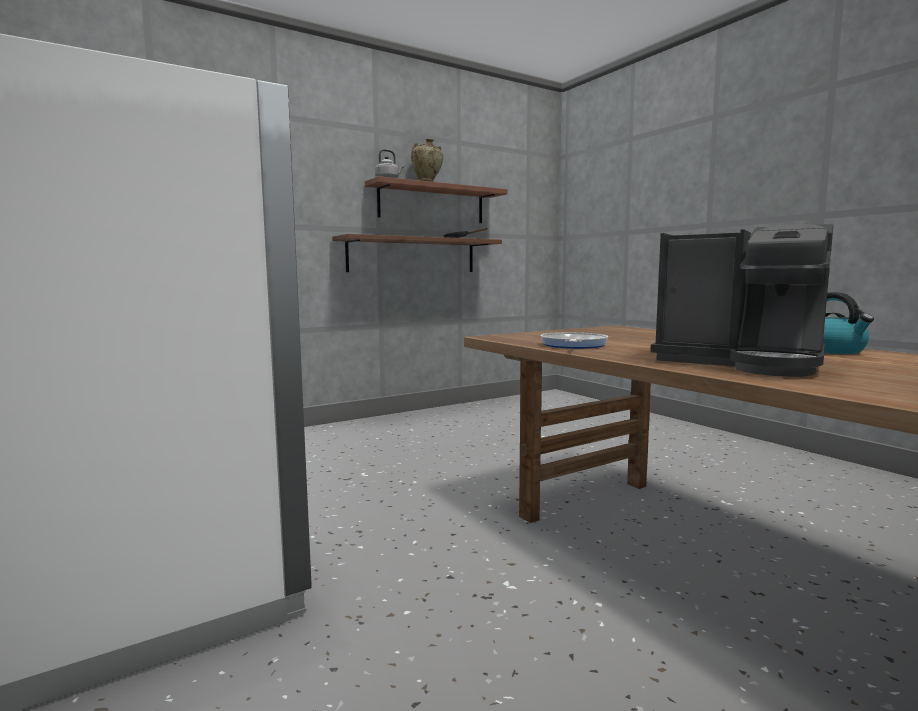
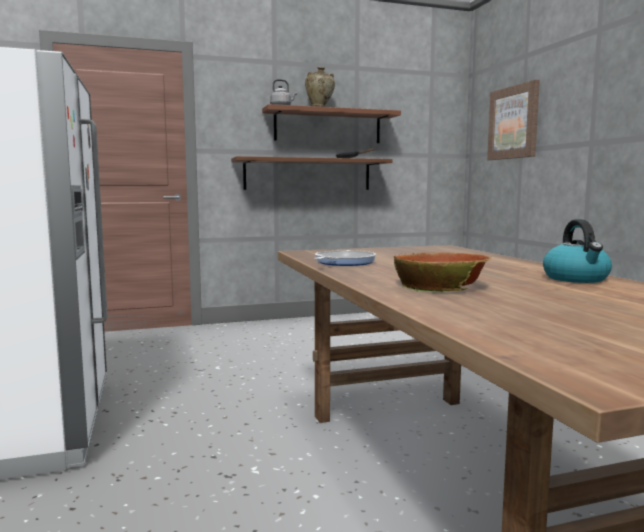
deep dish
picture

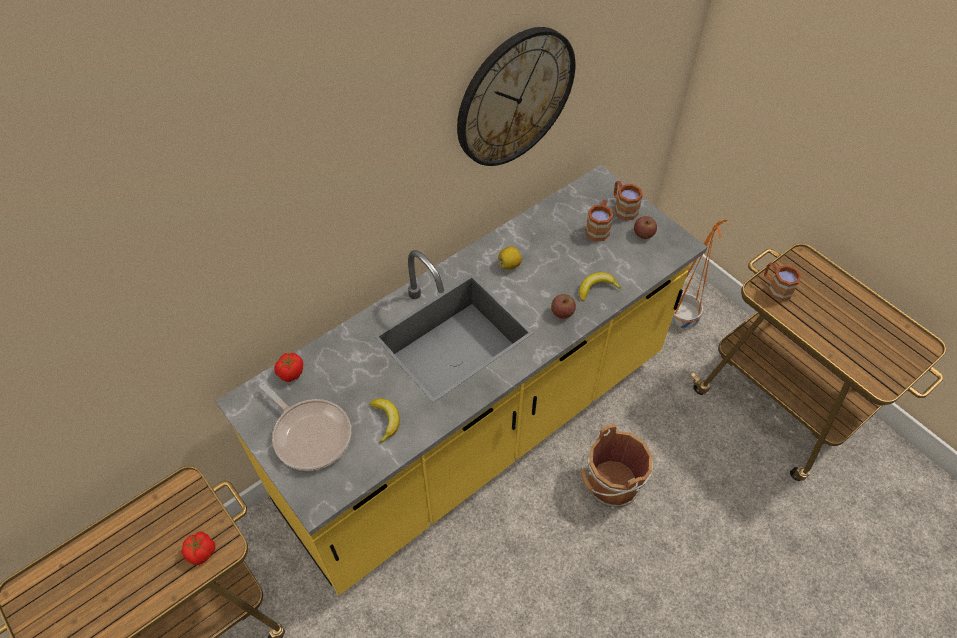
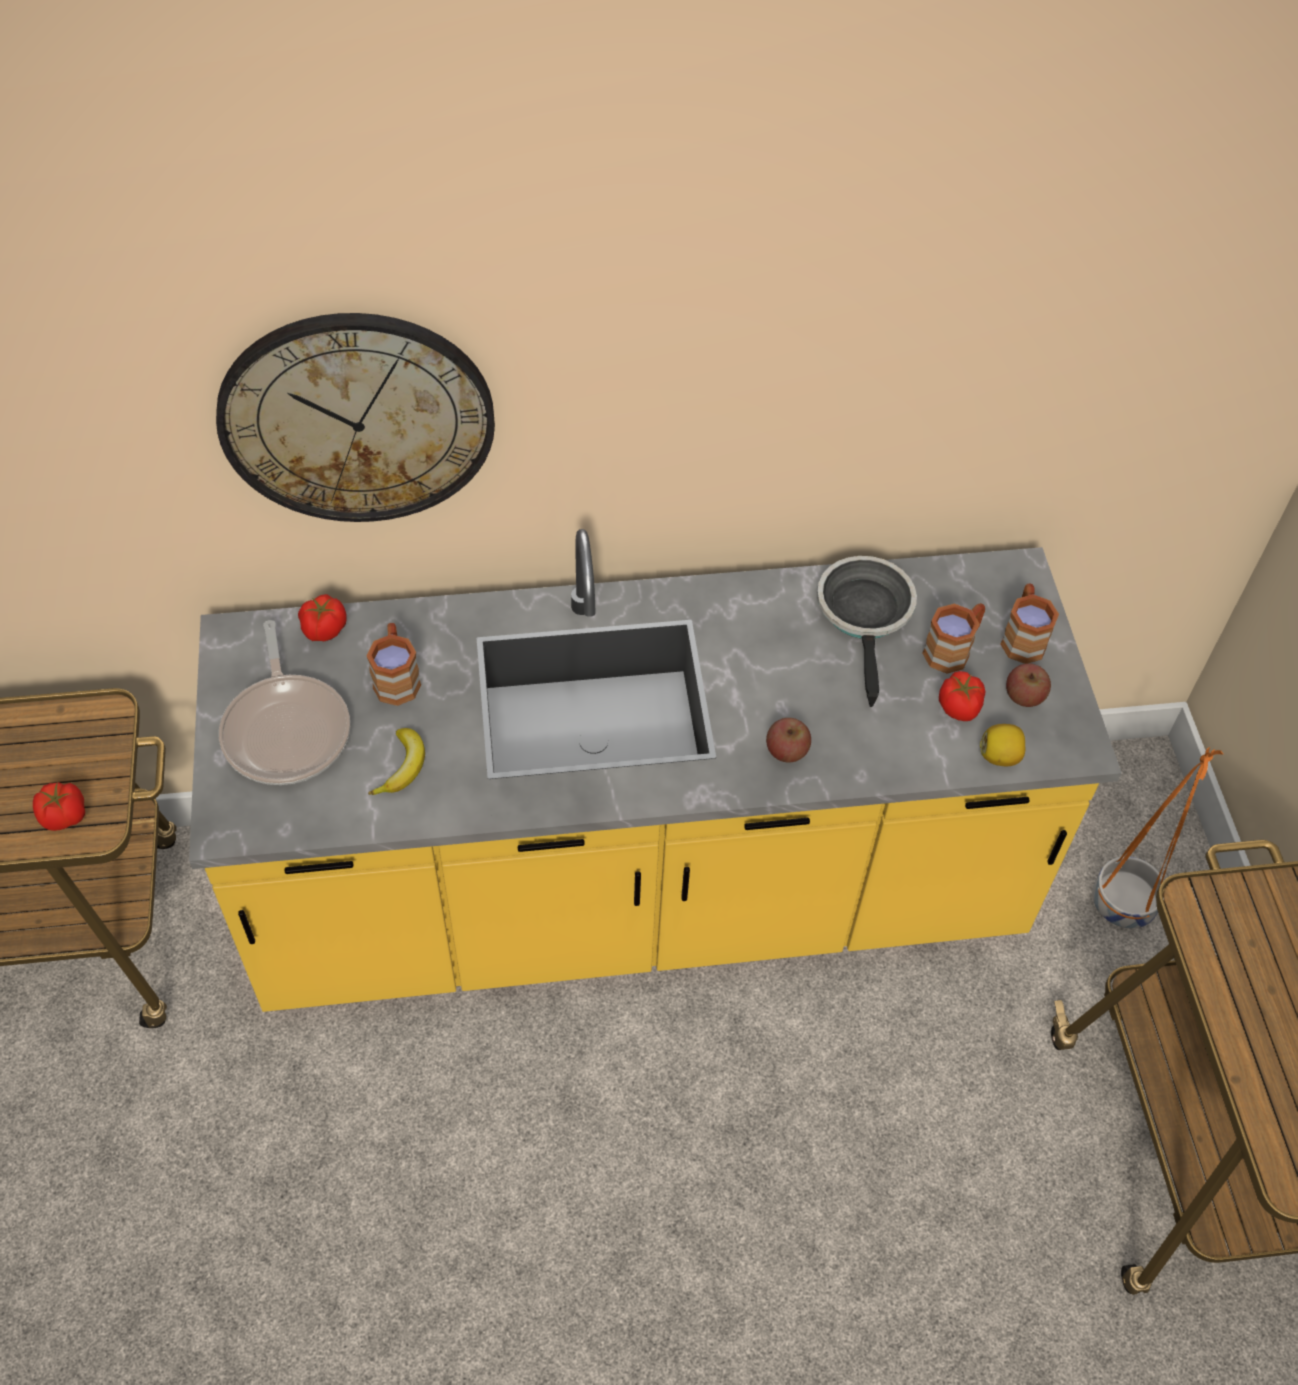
hanging clock
whole lemon
banana fruit (no. 2 from left in the first image)
bucket (brownish)
coffee mug (brownish) (no. 1 from left)
skillet (no. 2 from left)
fresh tomato (no. 3 from left)

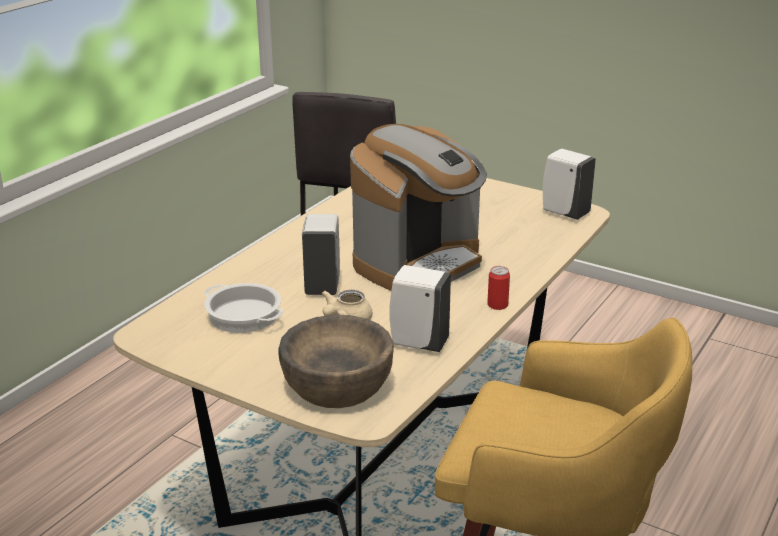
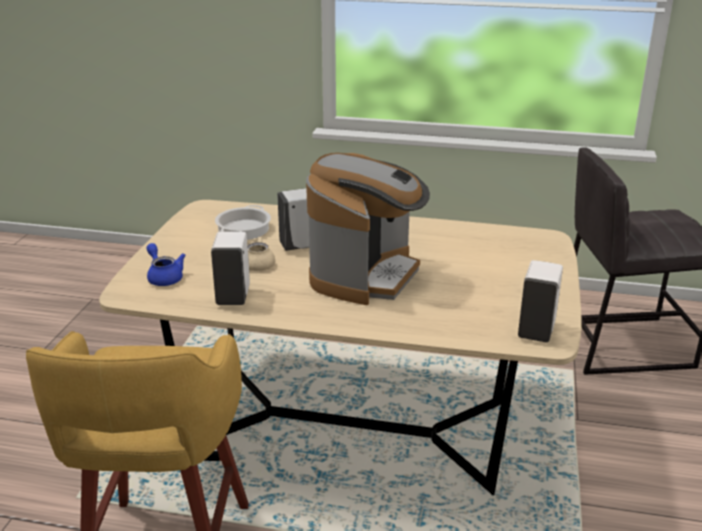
pot for tea (blue-coloured)
coffee brewer
metal can

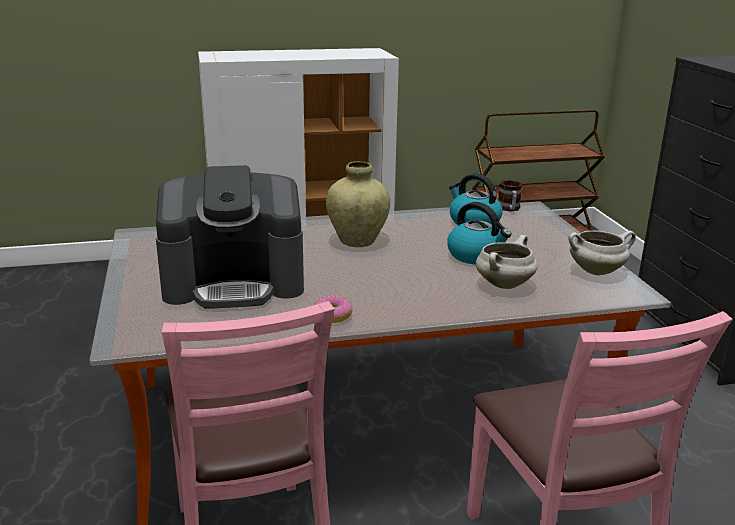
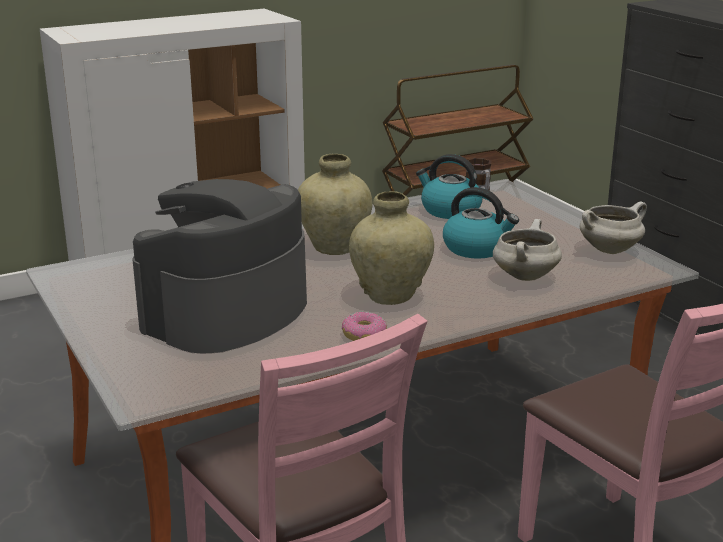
coffee brewer
flower vase (sand-coloured) (no. 2 from left)

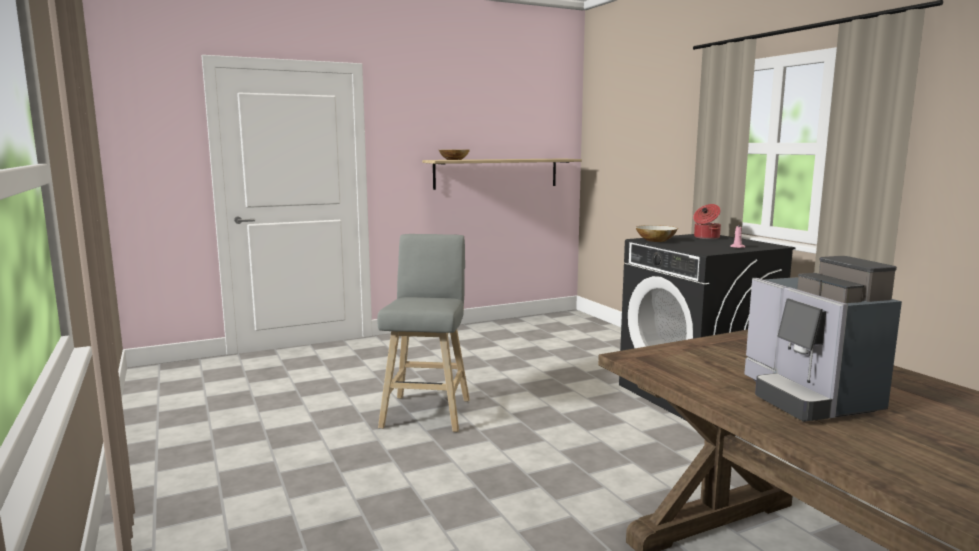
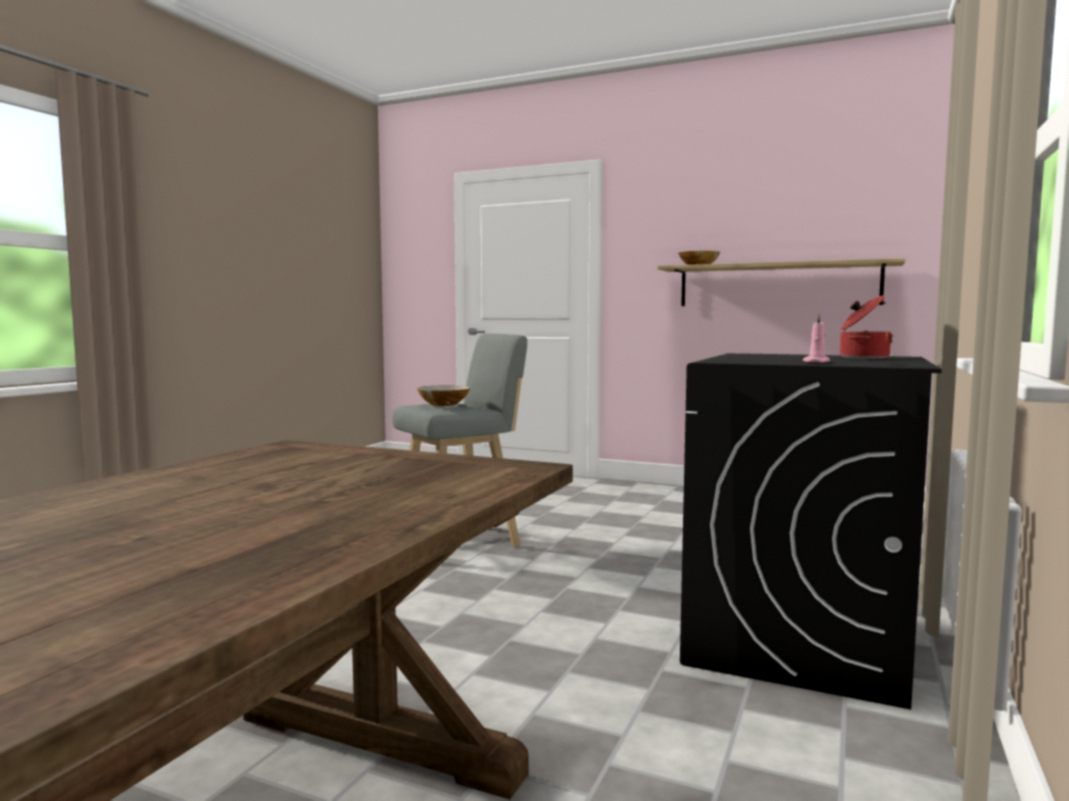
deep dish (no. 1 from left)
coffee brewer

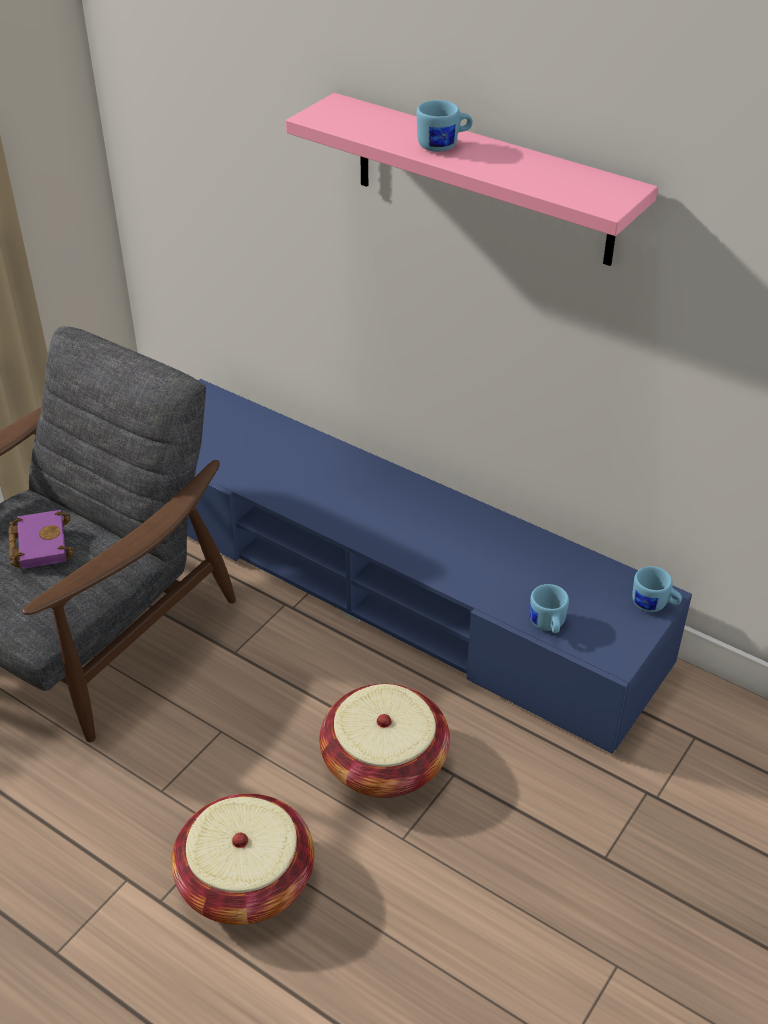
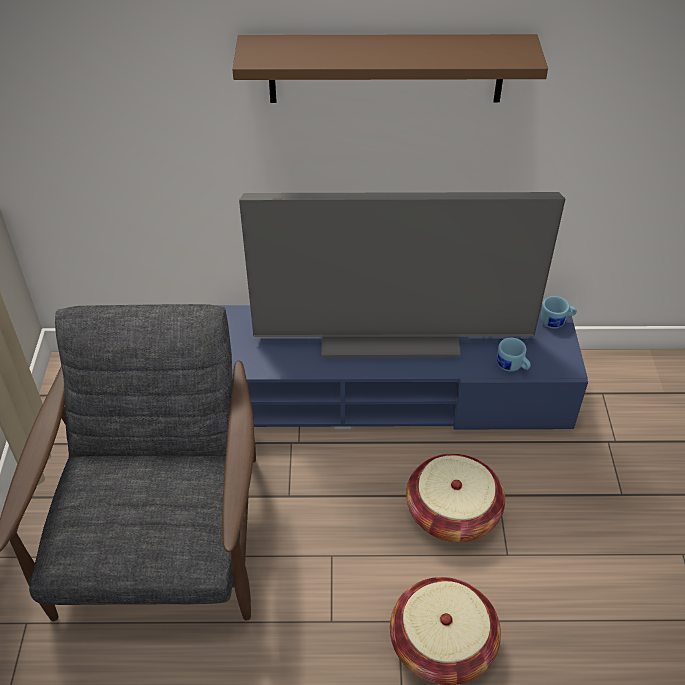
bound book (purple)
wall shelf (brownish)
coffee mug (blue-coloured) (no. 1 from left in the first image)
television

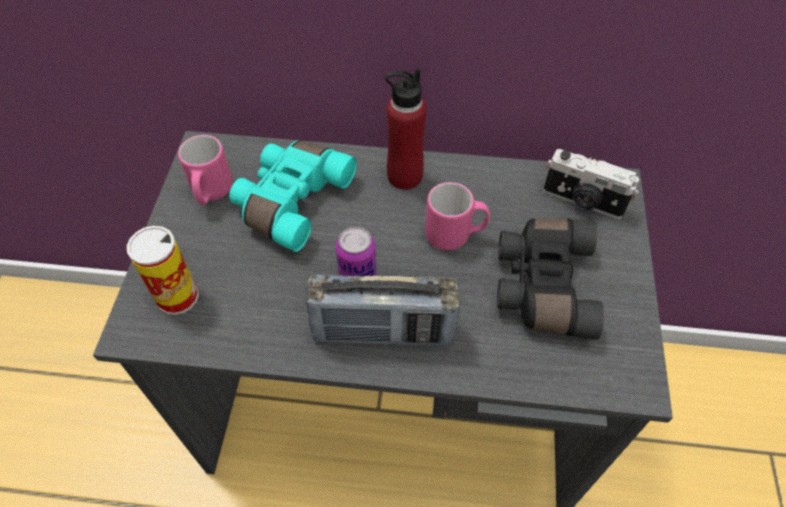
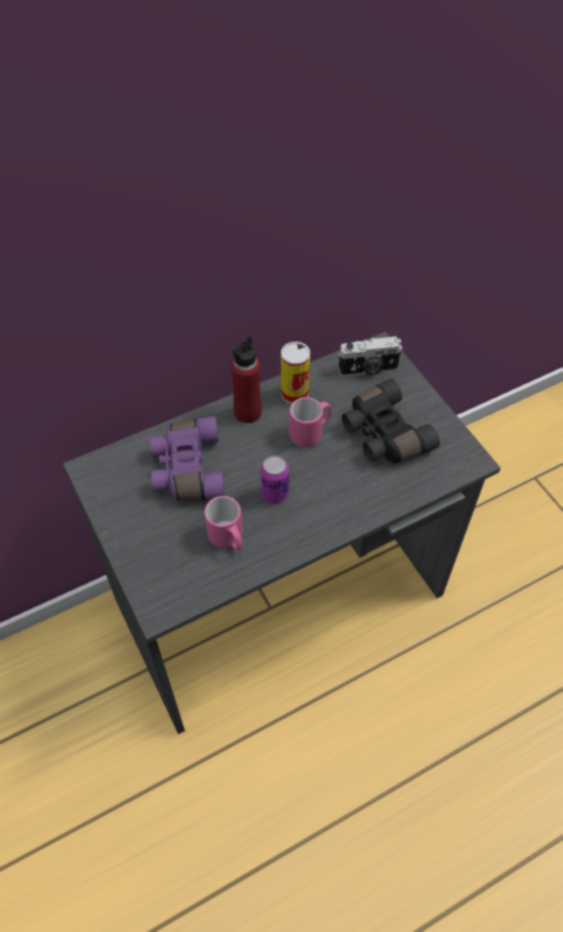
metal can (no. 2 from left)
coffee mug (pink-coloured) (no. 1 from left)
field glasses (purple)
radio set

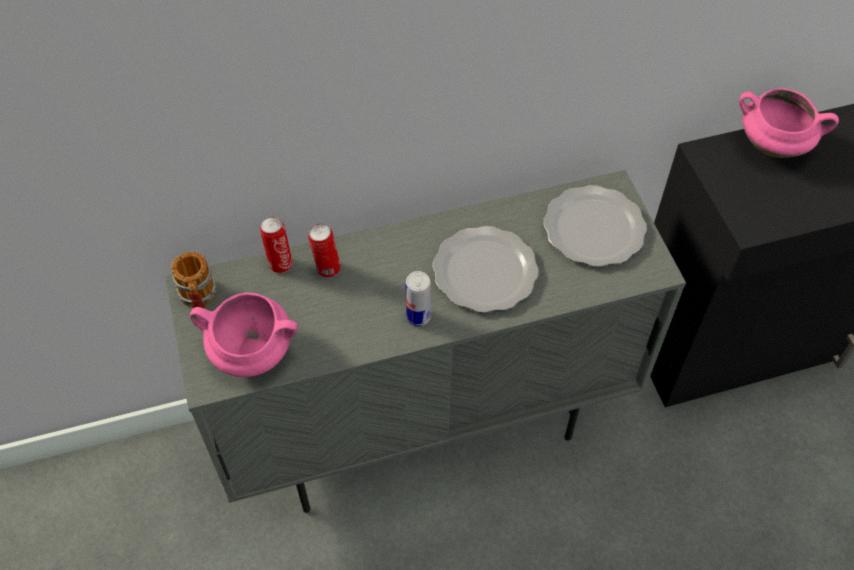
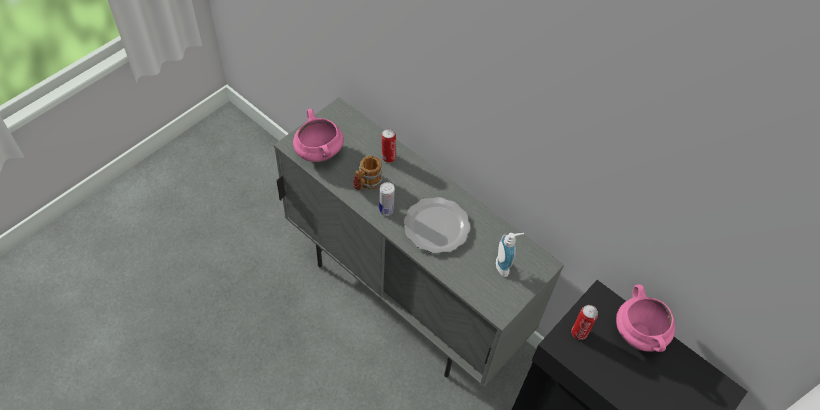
coffee mug
metal can (no. 3 from left)
soap bottle

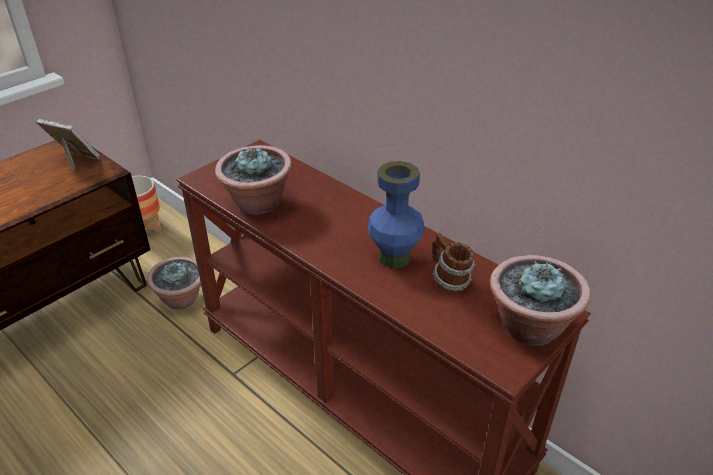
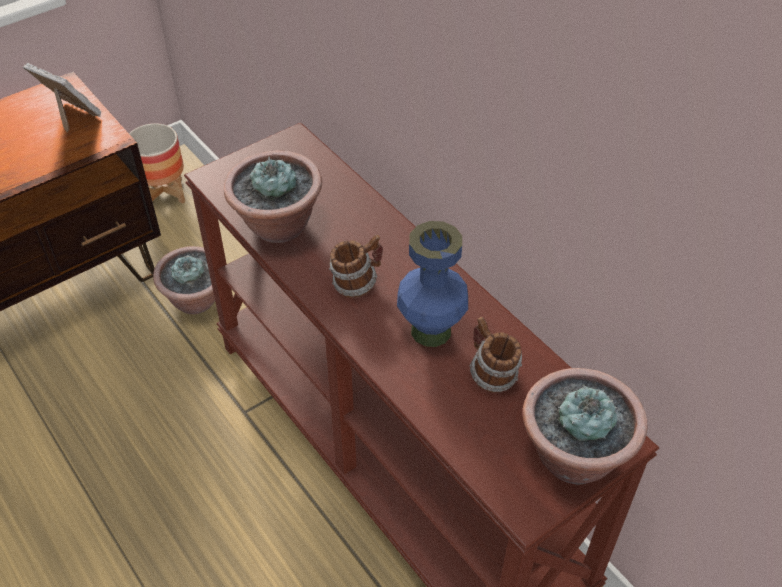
coffee mug (no. 1 from left)

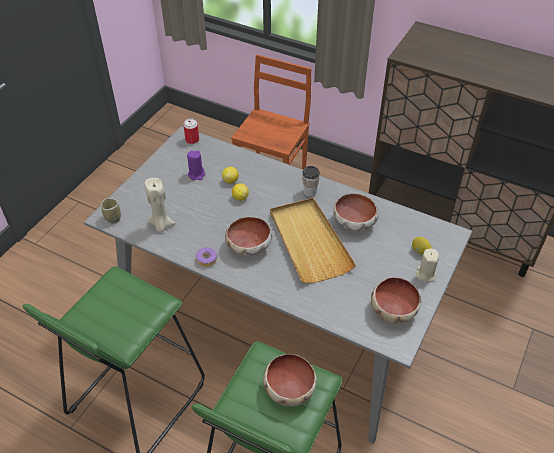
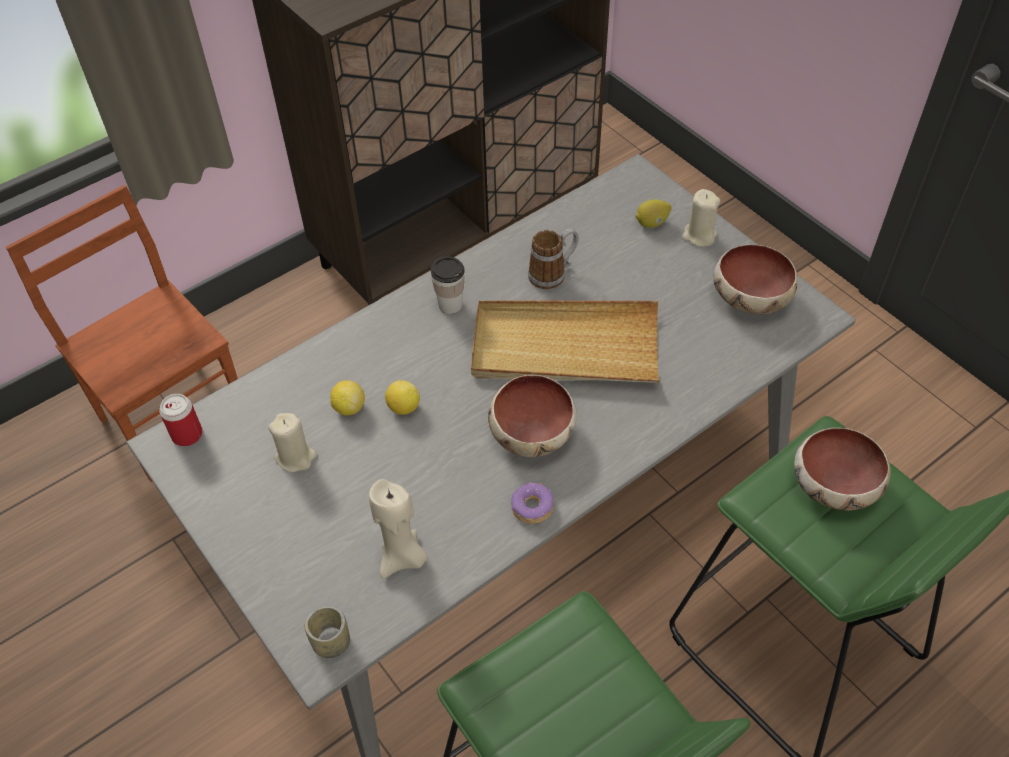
wax candle (sand-coloured) (no. 1 from left)
coffee mug

